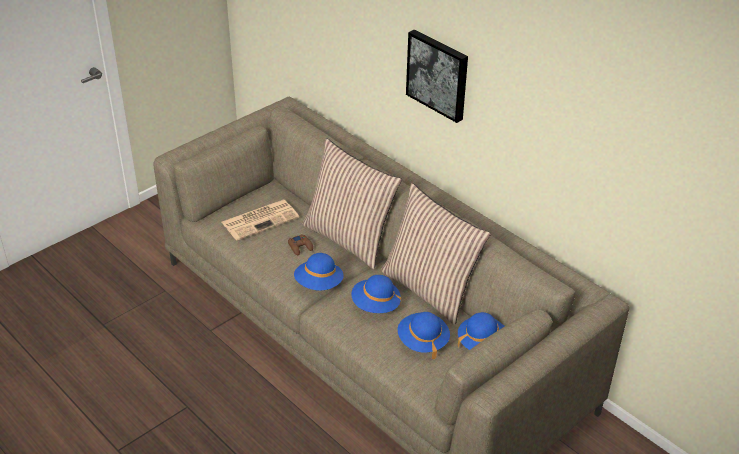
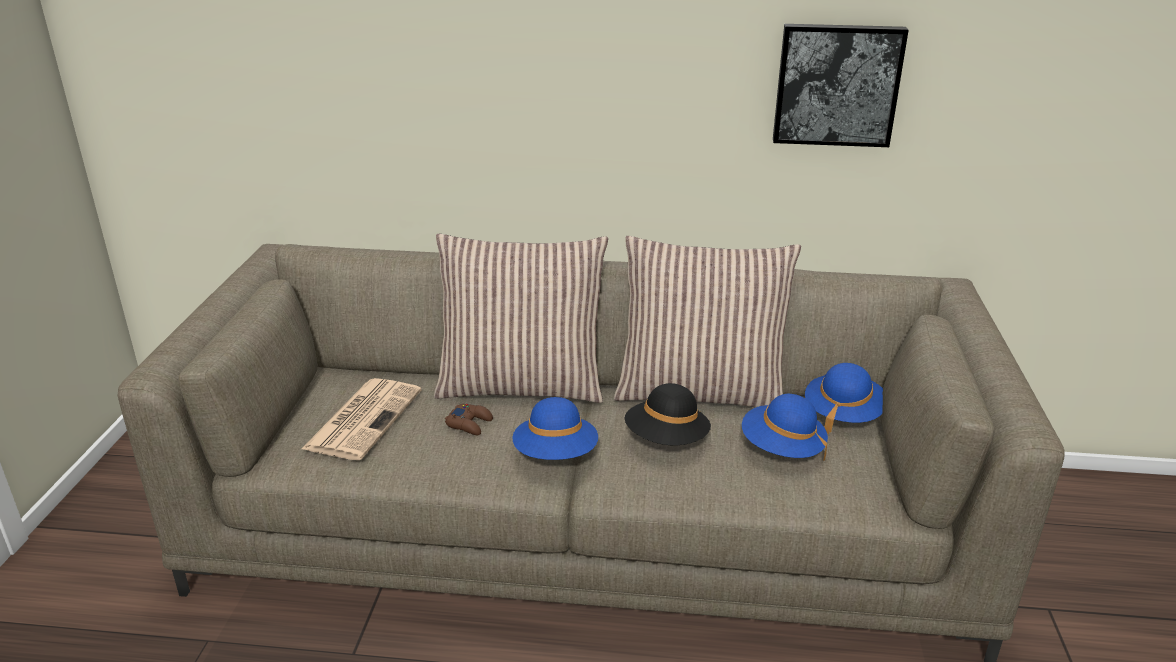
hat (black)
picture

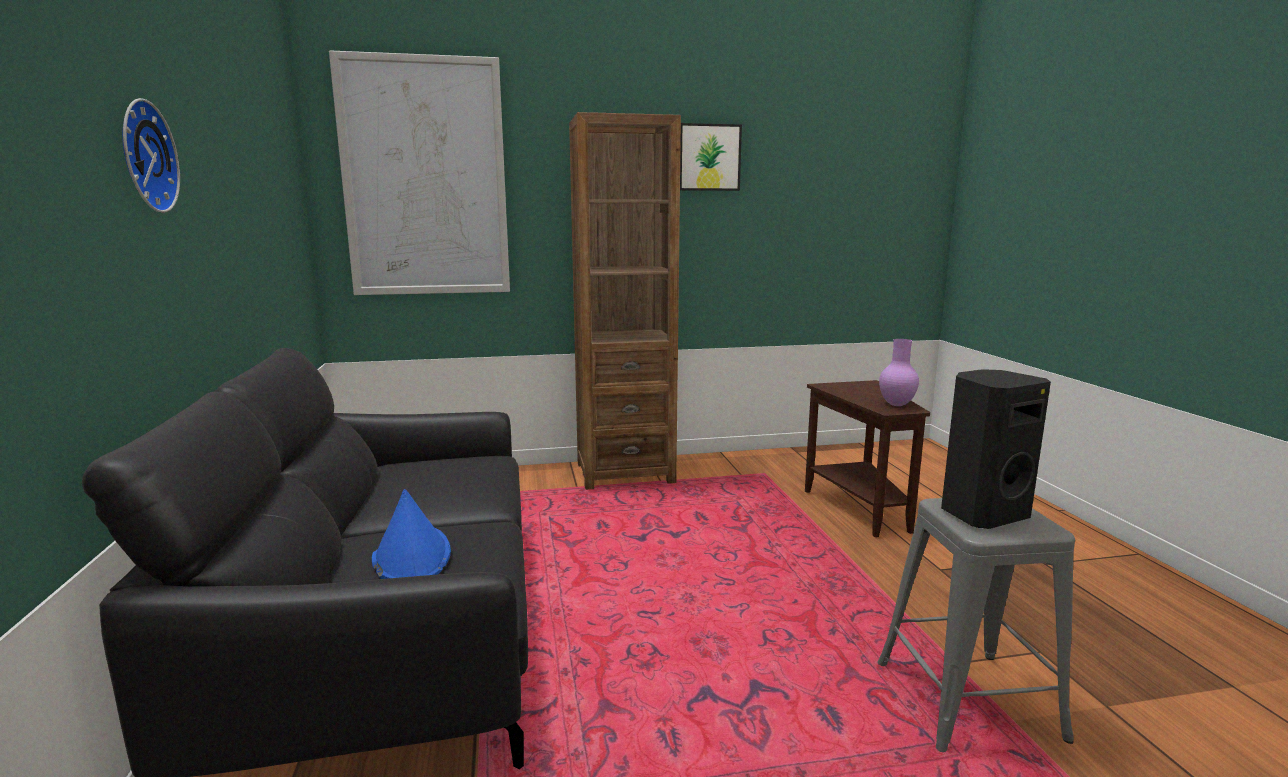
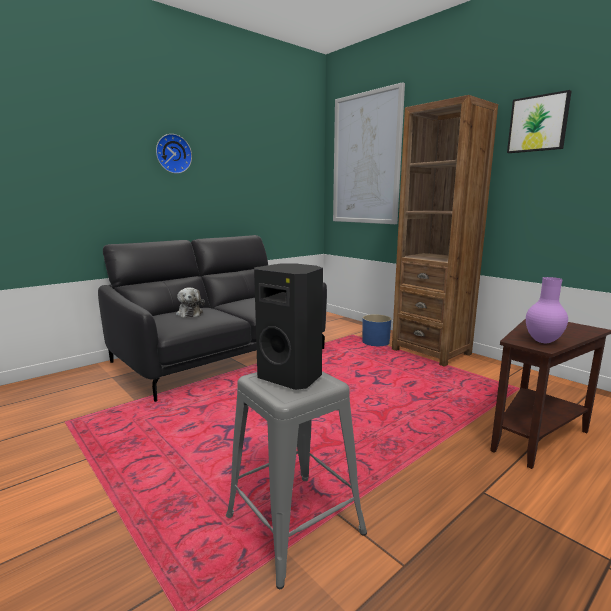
cuddly toy
planter (blue-coloured)

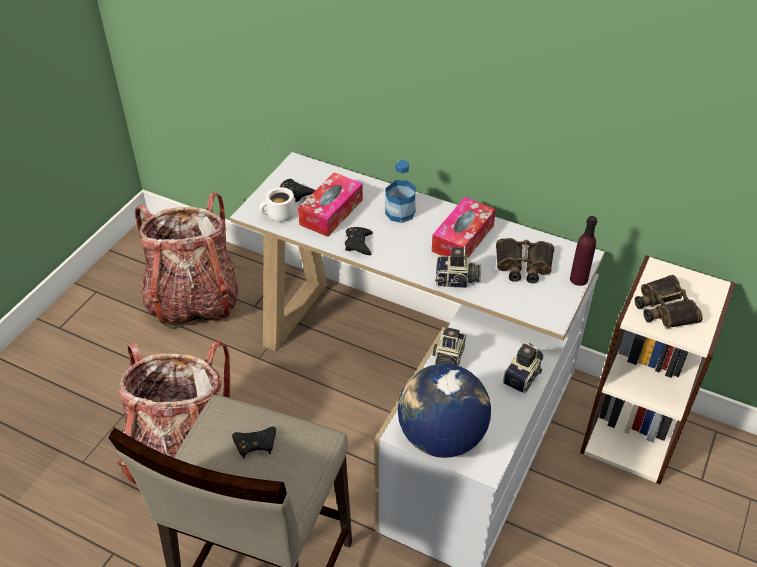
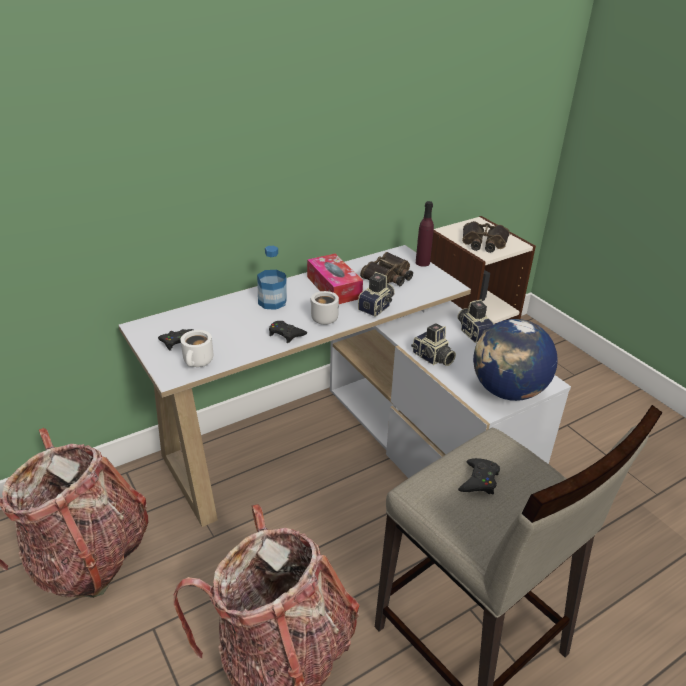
tissue holder (no. 1 from left in the first image)
coffee mug (white) (no. 2 from left)

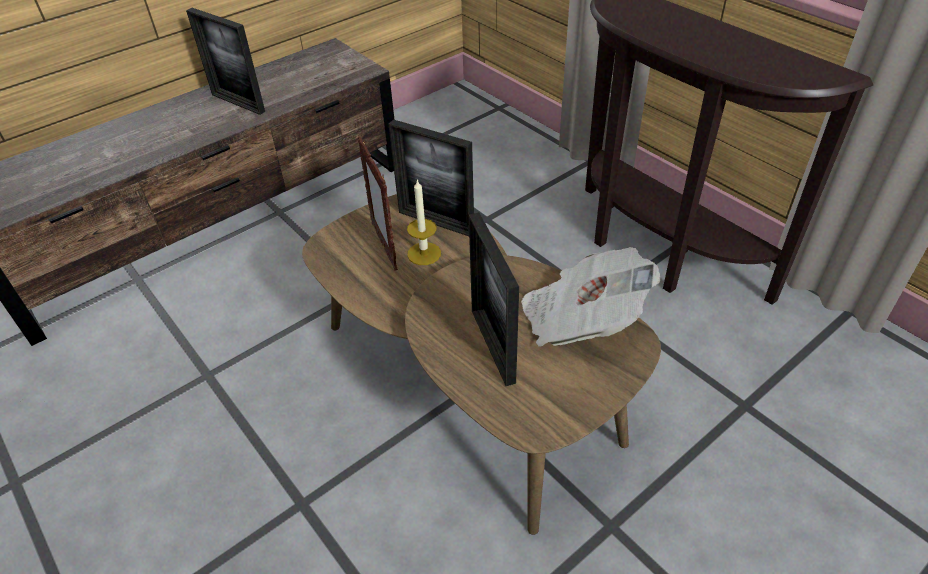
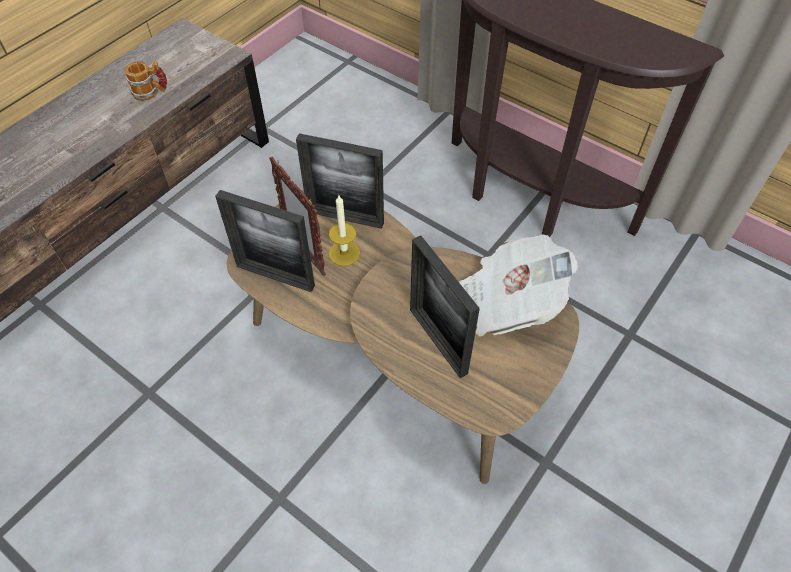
standing frame (no. 1 from left)
coffee mug

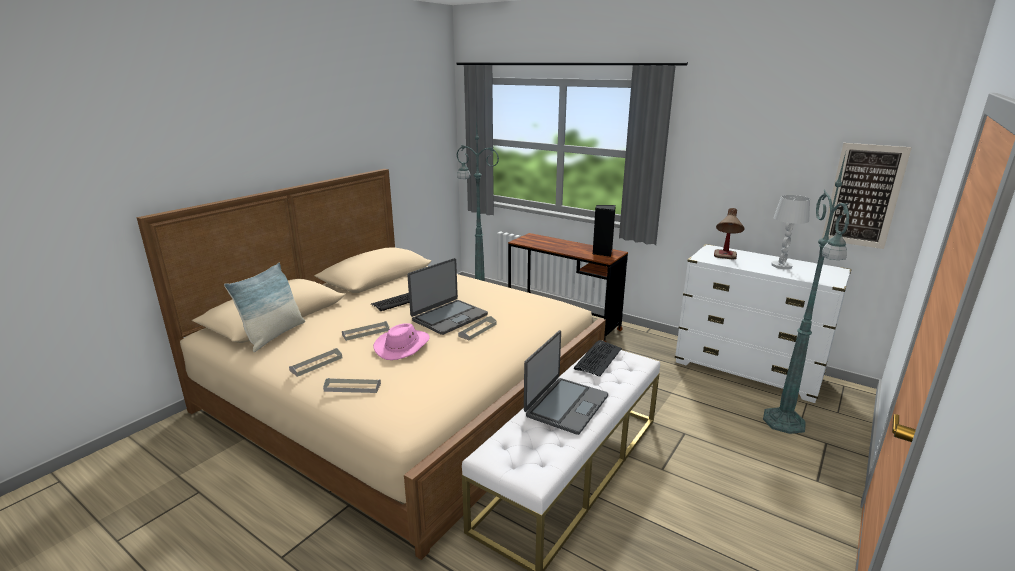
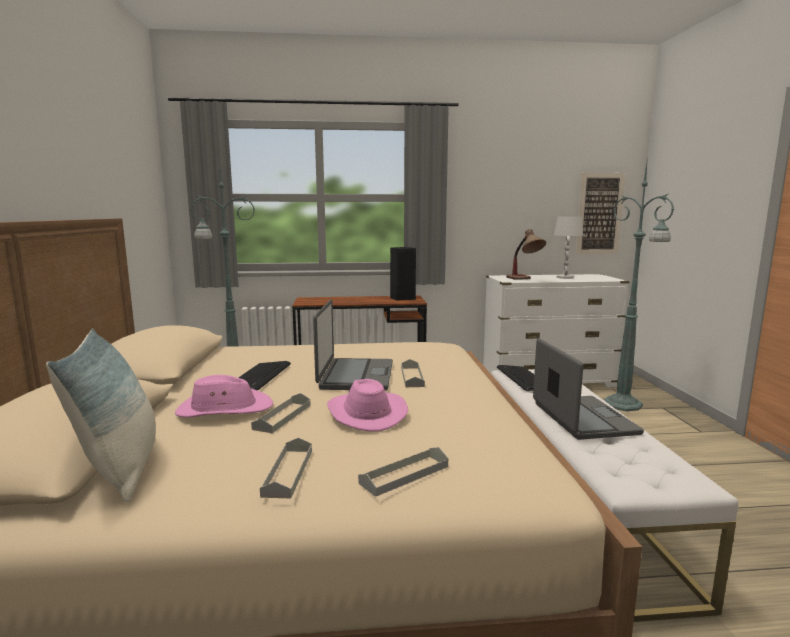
hat (pink-coloured) (no. 1 from left)

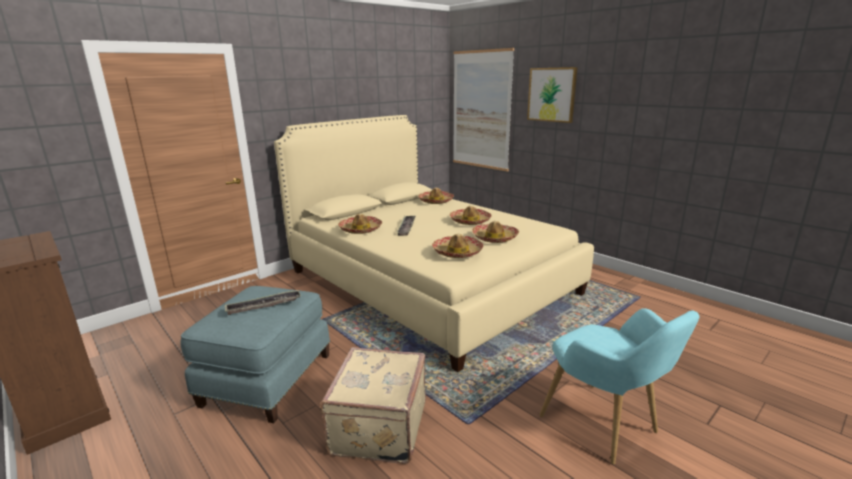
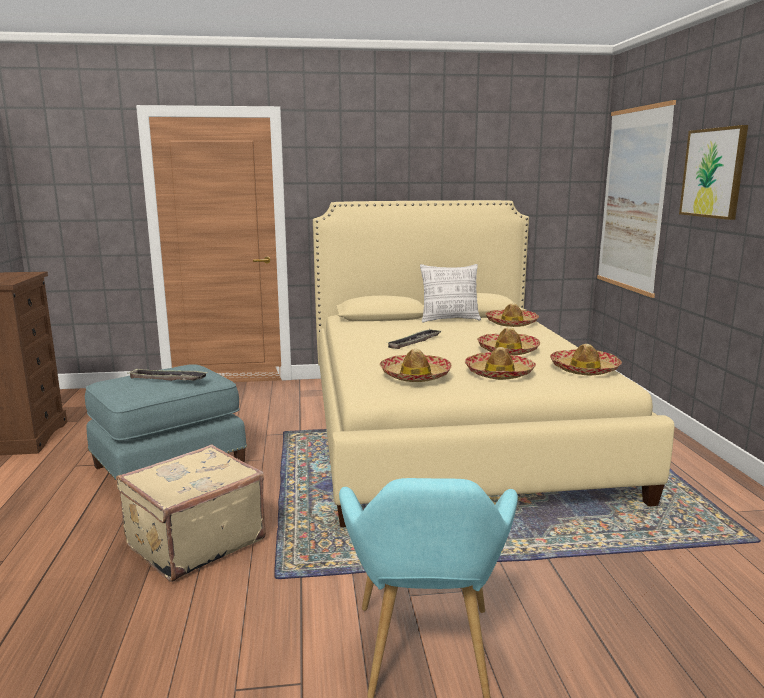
hat (no. 5 from left)
cushion

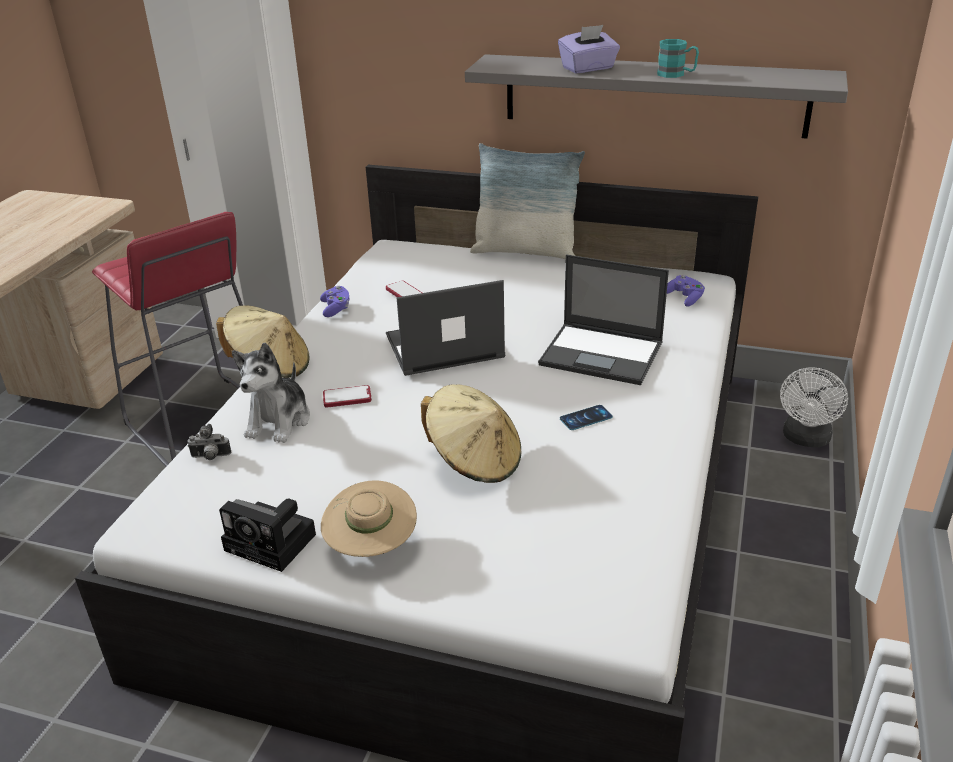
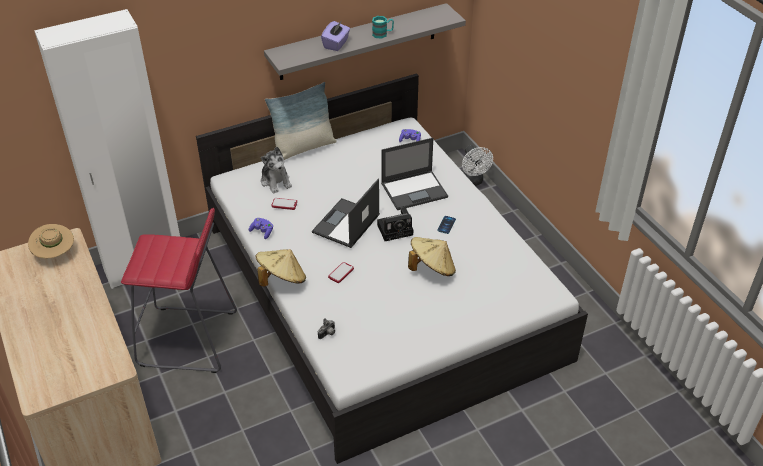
photo camera (no. 2 from left)
cuddly toy
hat (sand-coloured) (no. 1 from left)

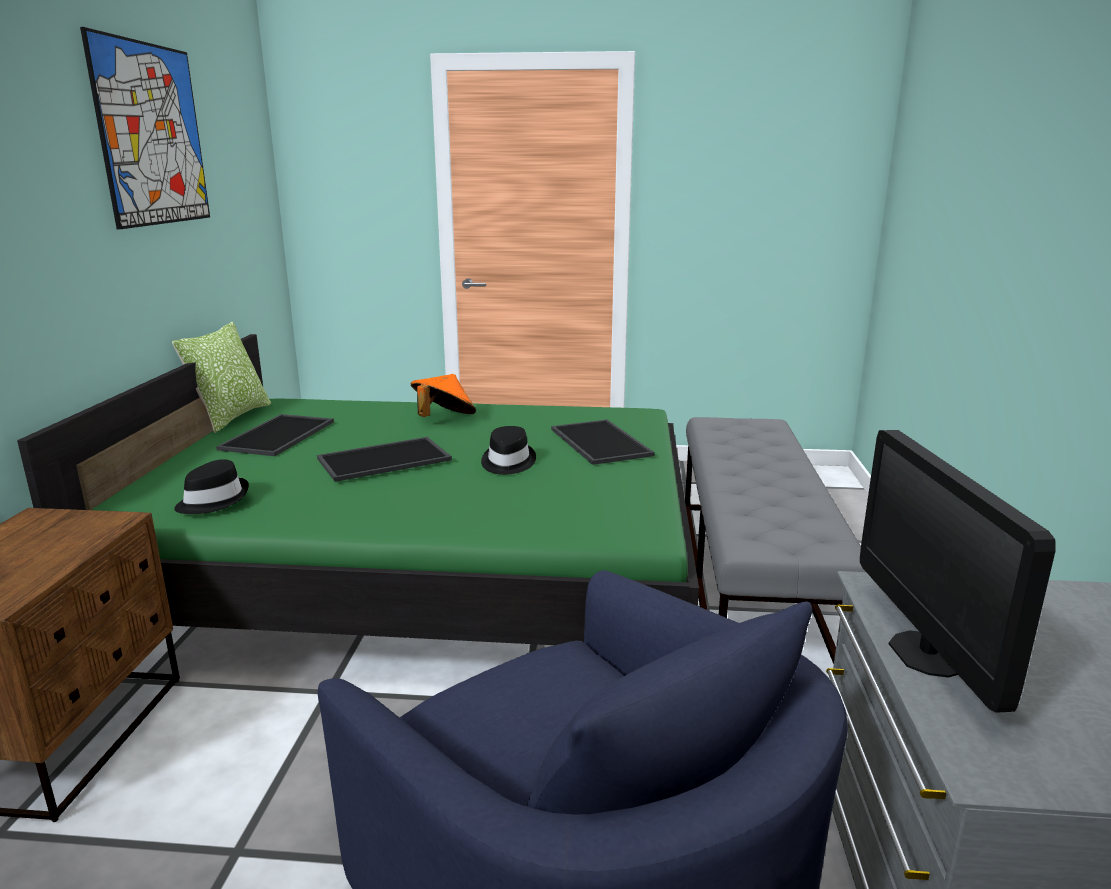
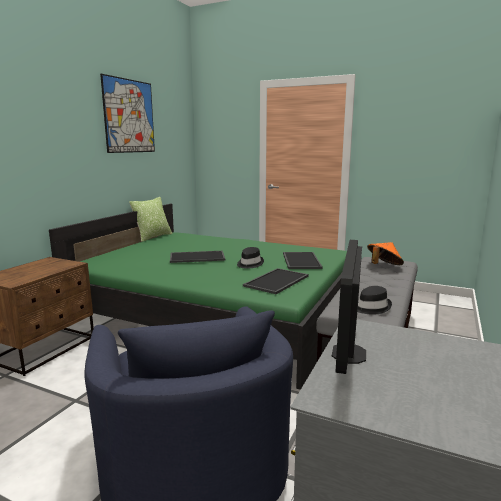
hat (black) (no. 2 from left)
serving tray (no. 2 from left)
hat (orange)

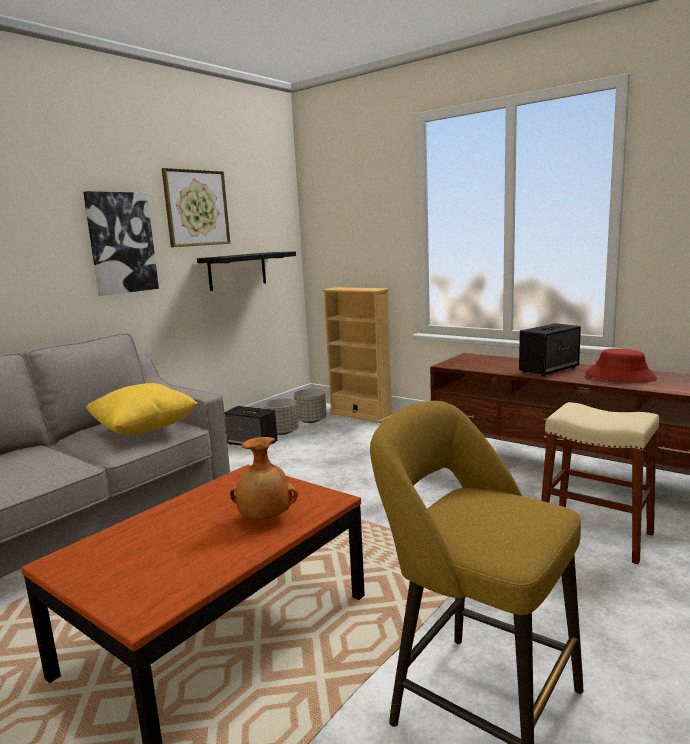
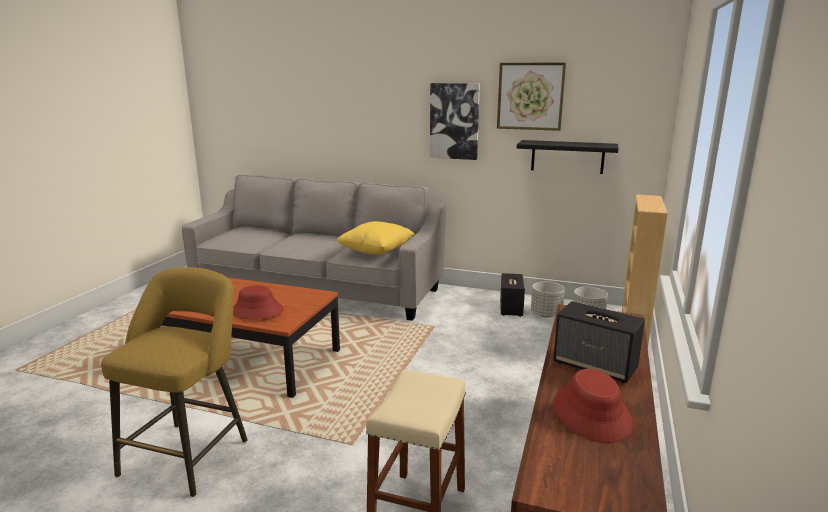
hat (red-coloured) (no. 1 from left)

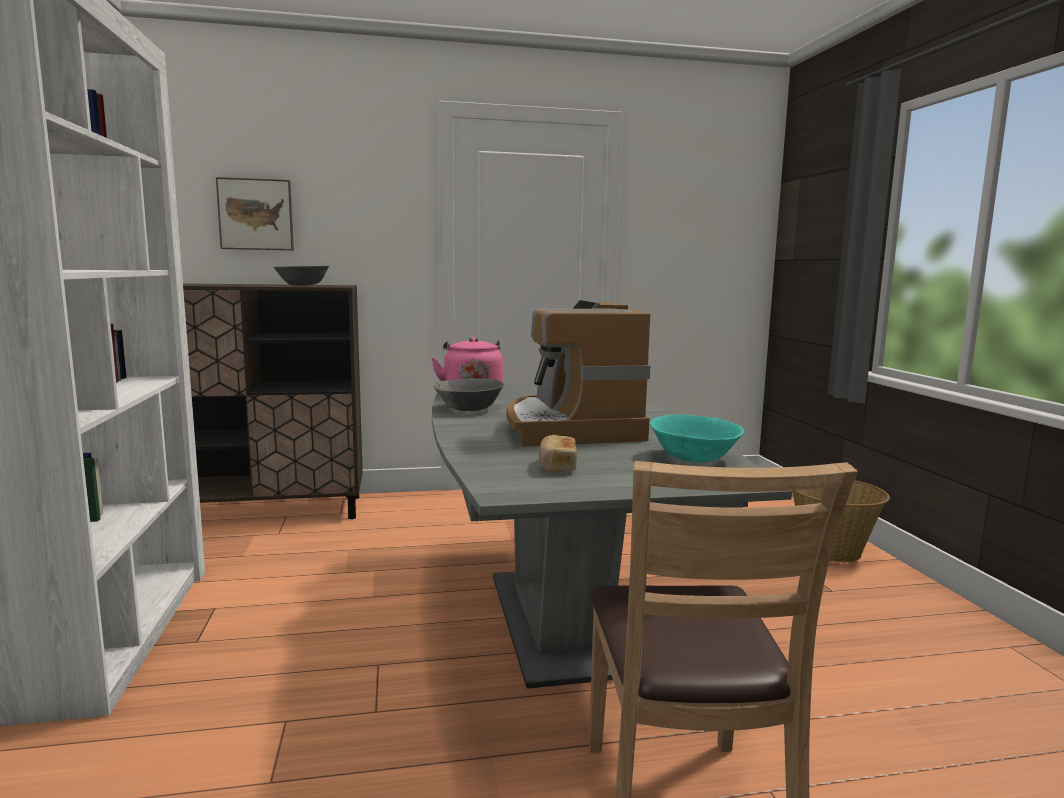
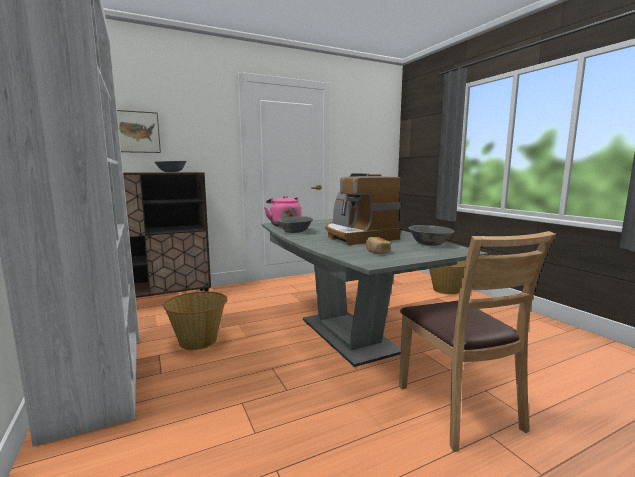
deep dish (grey) (no. 3 from left)
basket (no. 1 from left)

